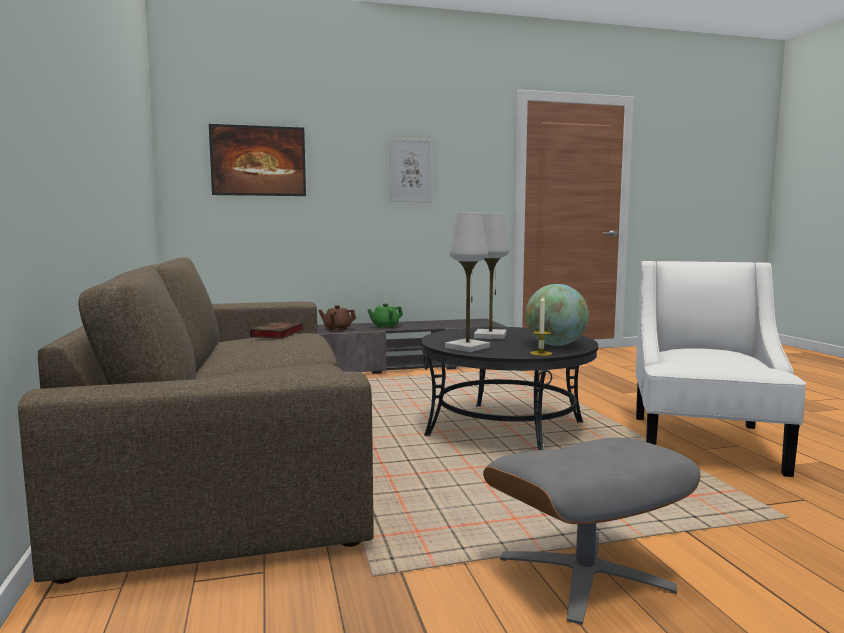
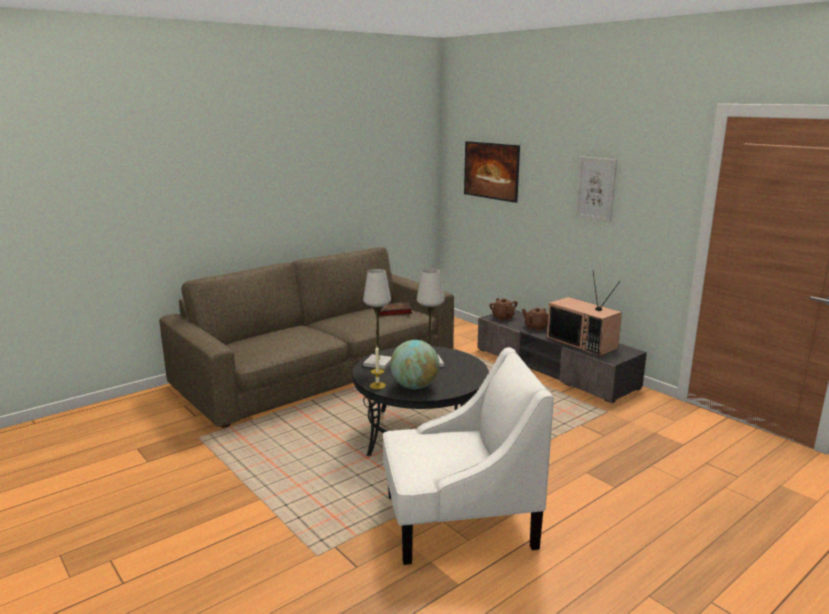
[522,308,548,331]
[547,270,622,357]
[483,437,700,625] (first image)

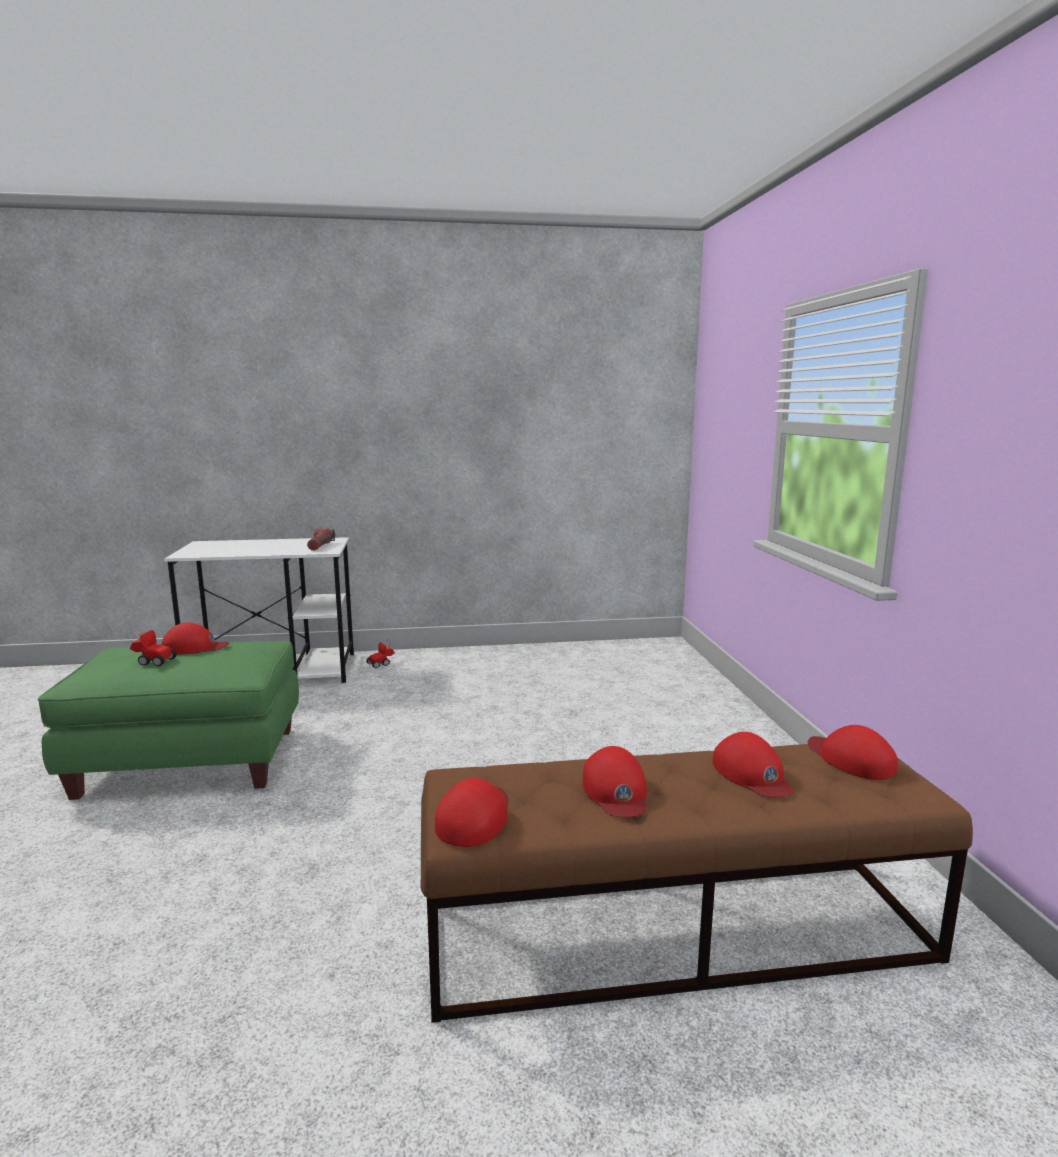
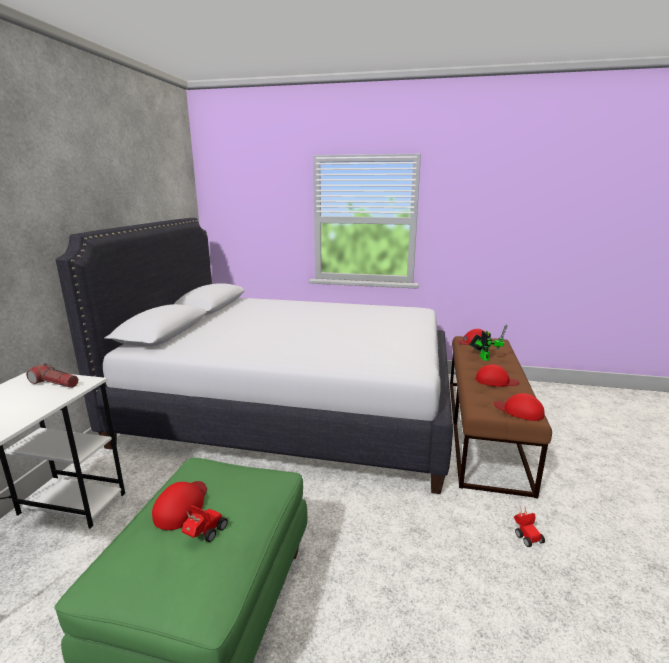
[56,218,453,494]
[469,324,507,361]
[514,507,545,547]

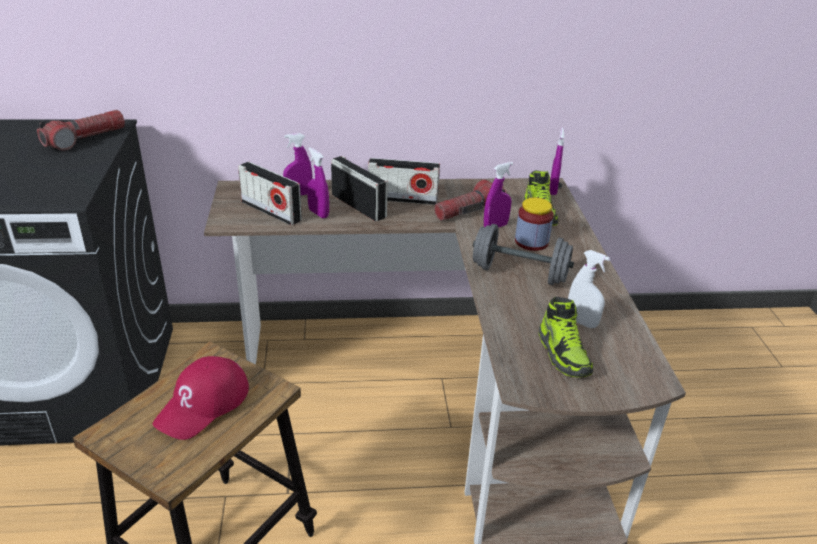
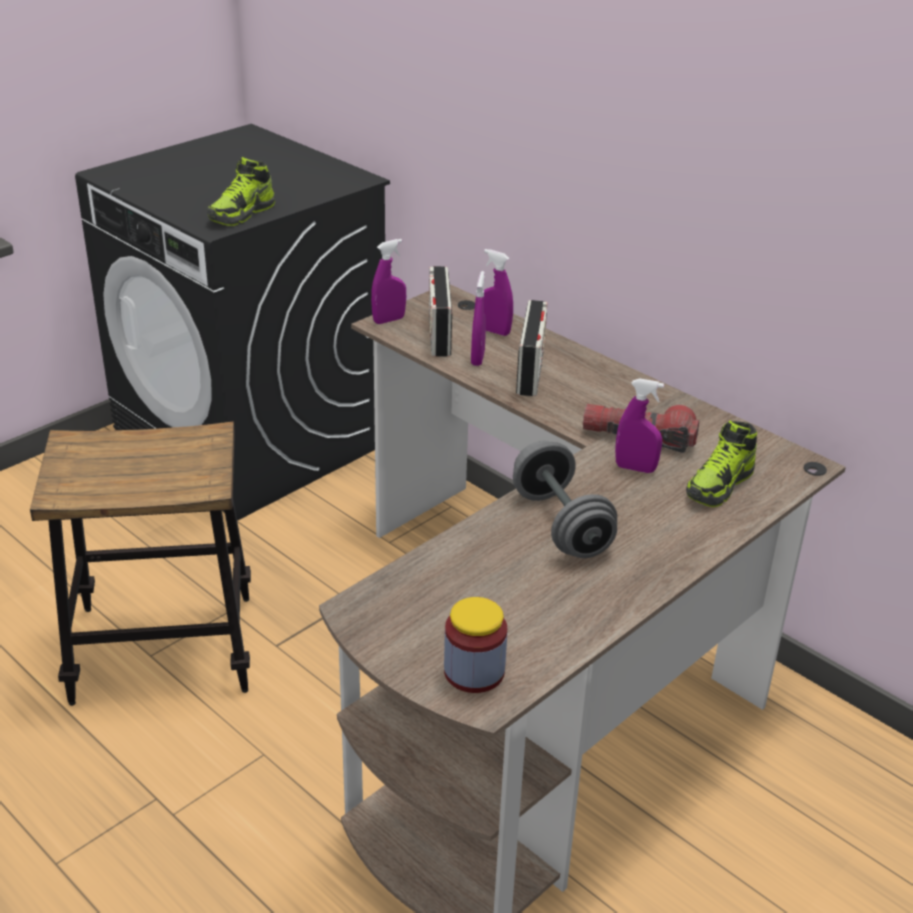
[207,157,275,226]
[371,239,406,324]
[444,597,507,693]
[37,110,125,151] (first image)
[153,356,249,440] (first image)
[368,158,440,205] (first image)
[568,250,610,328] (first image)

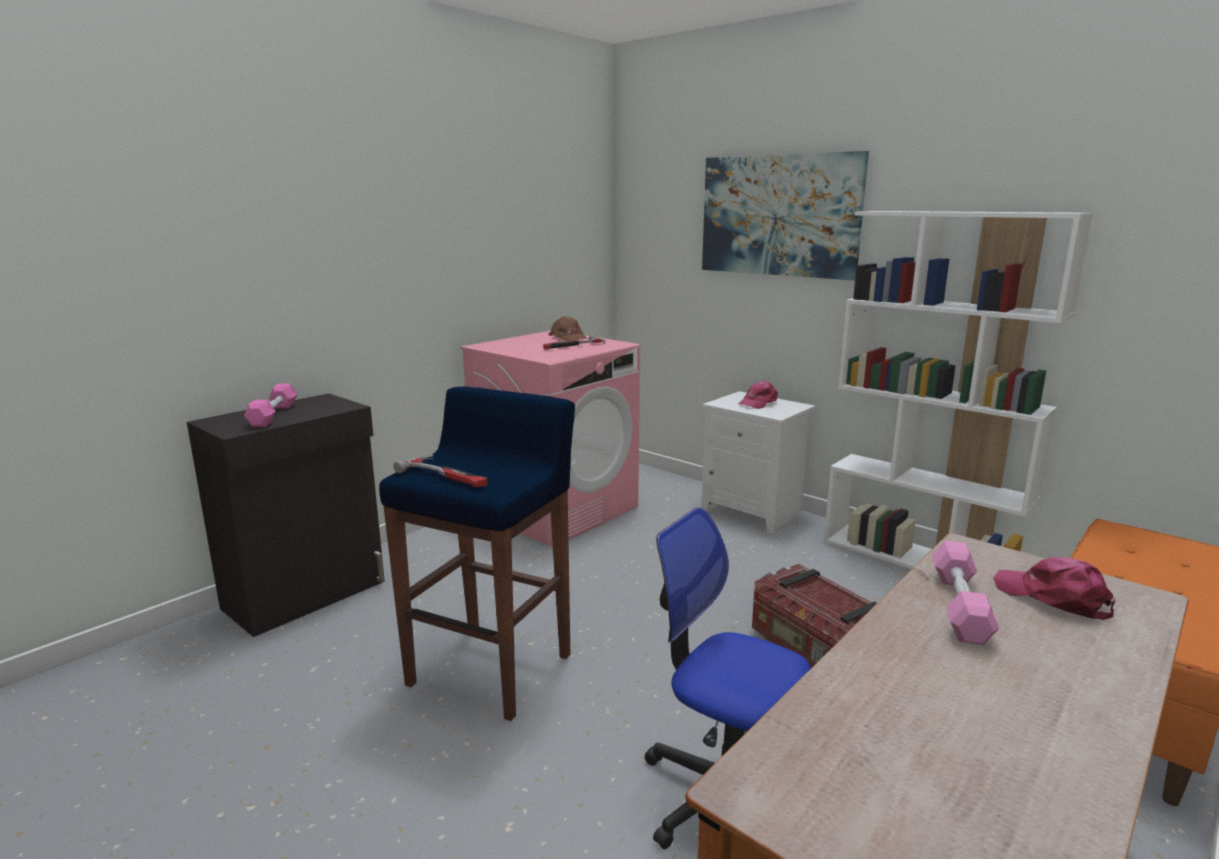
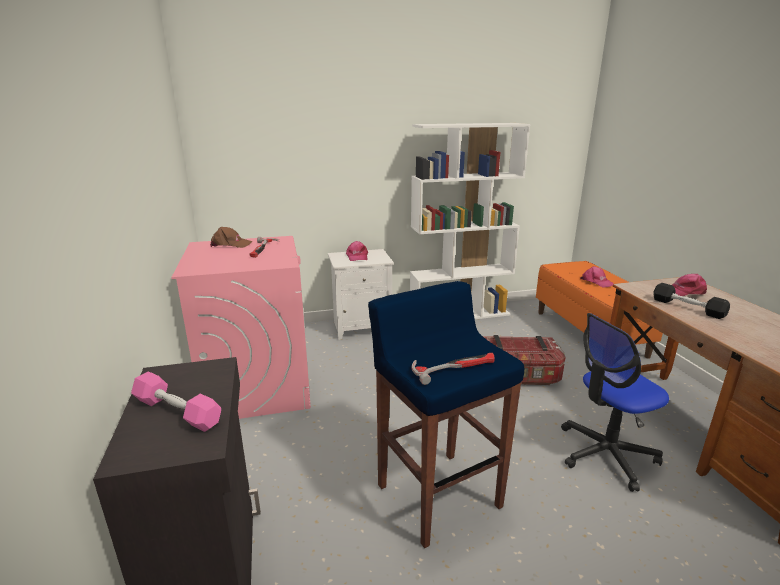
[580,266,614,288]
[653,283,730,319]
[702,151,869,280] (first image)

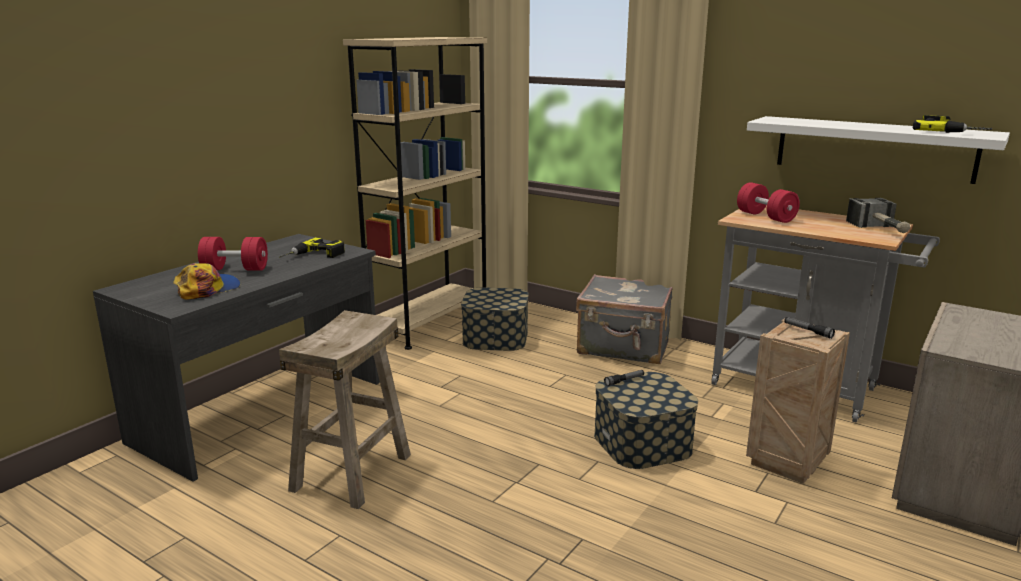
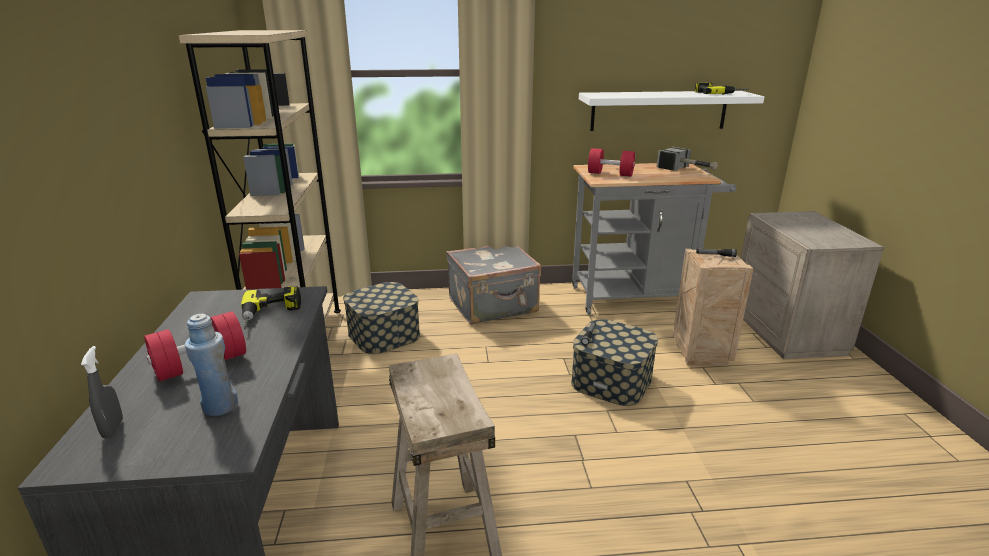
[81,346,123,439]
[185,314,238,416]

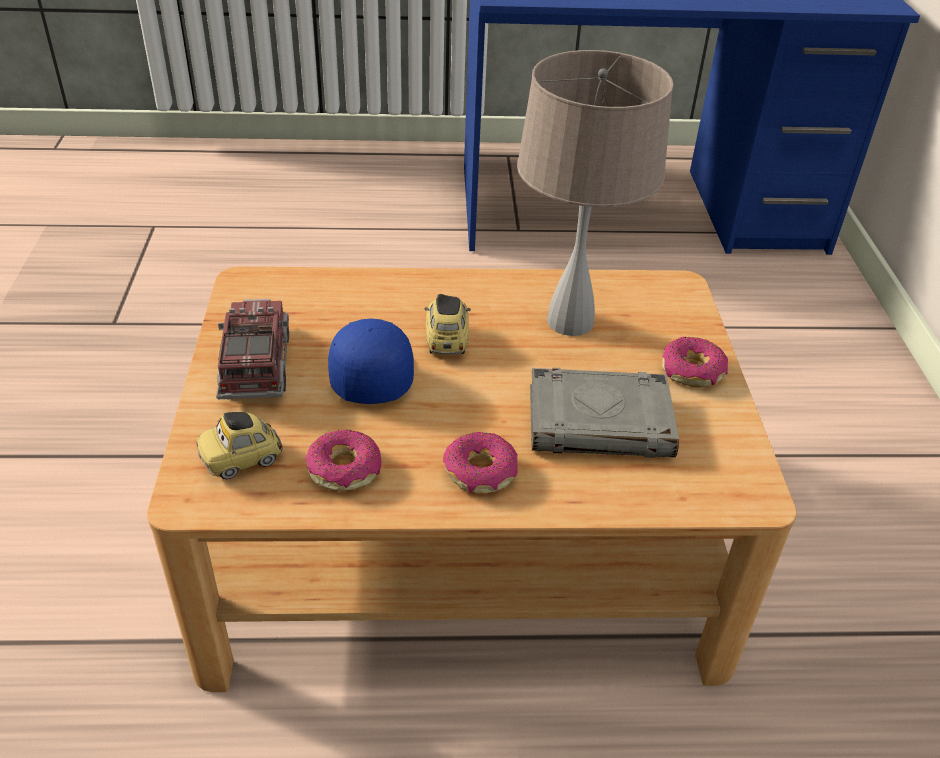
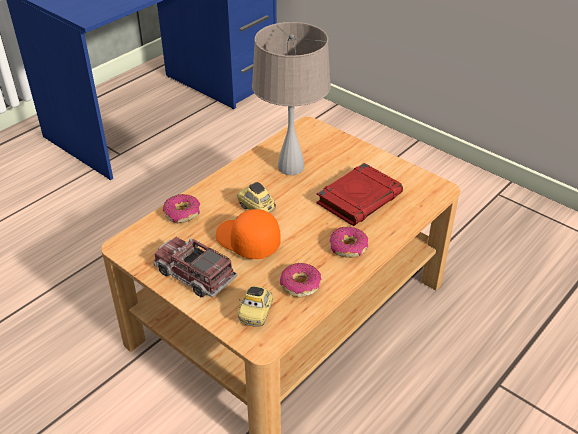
[163,194,200,223]
[216,209,281,259]
[316,163,403,226]

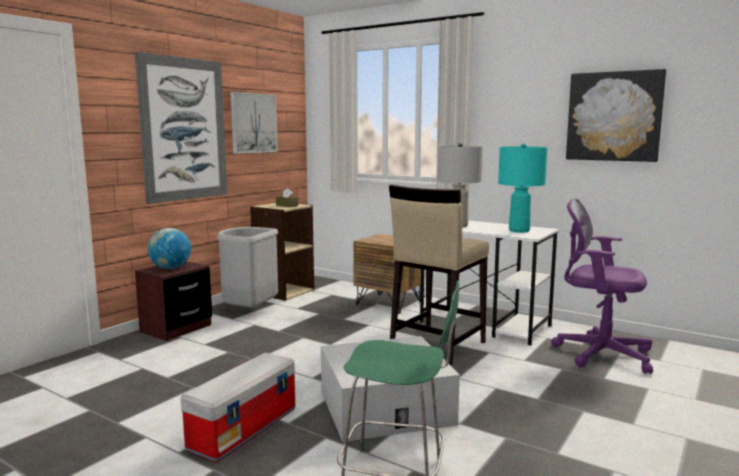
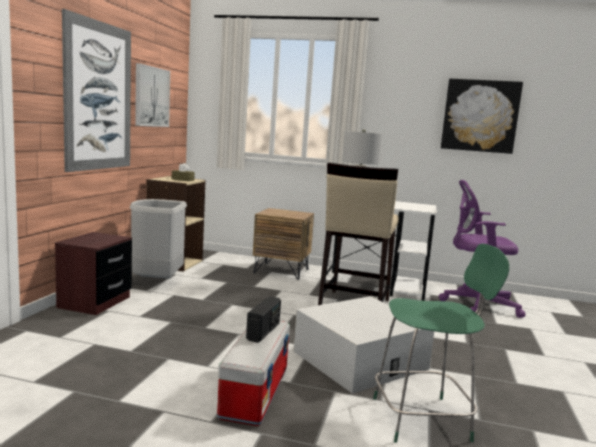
[246,296,281,343]
[148,228,191,269] (first image)
[498,144,548,233] (first image)

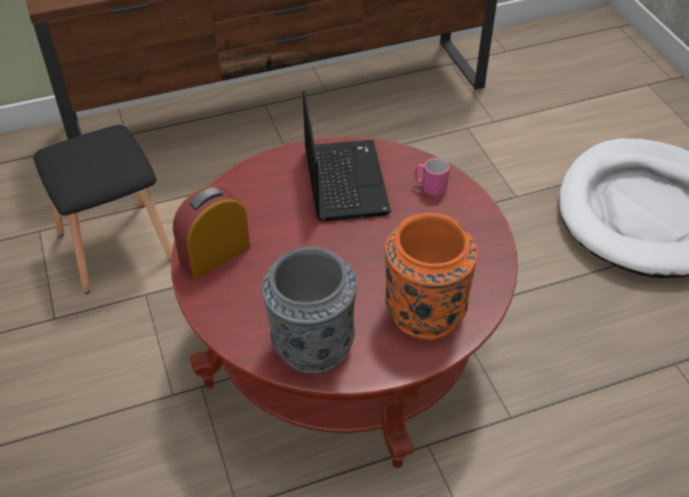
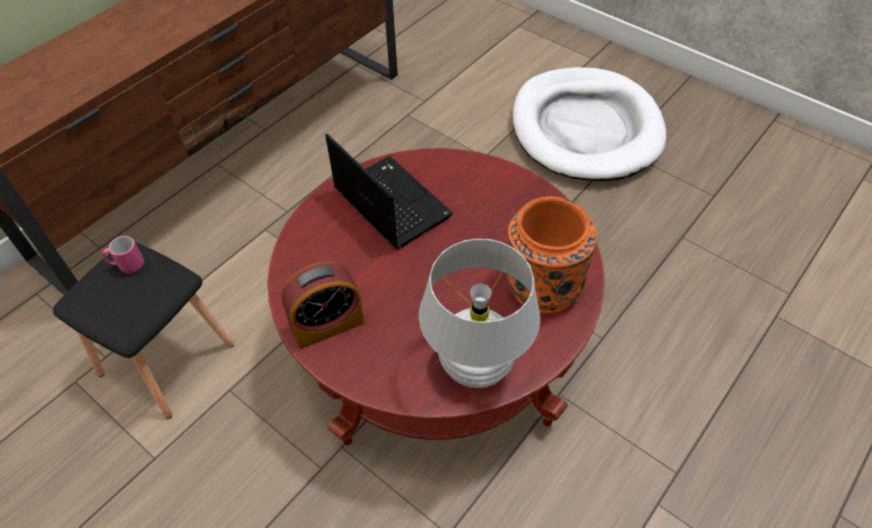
[102,236,144,273]
[281,262,365,349]
[419,239,540,388]

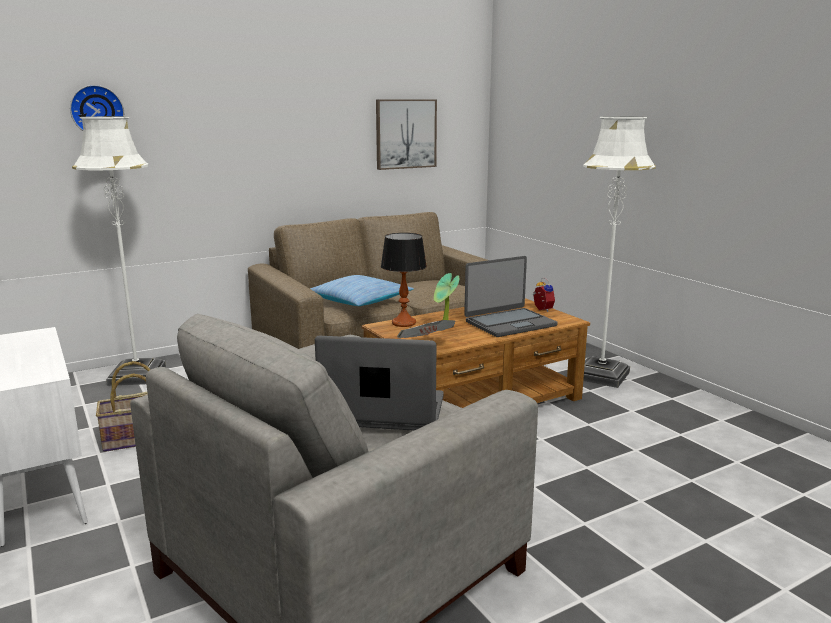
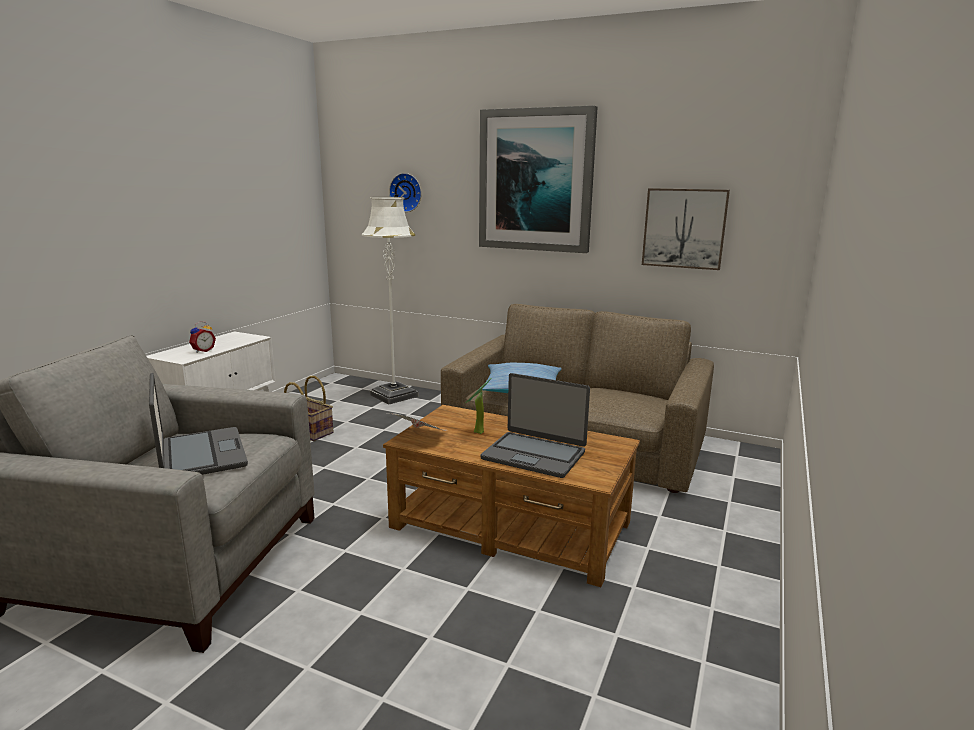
[189,321,216,353]
[479,106,597,253]
[381,233,427,327] (first image)
[583,116,656,388] (first image)

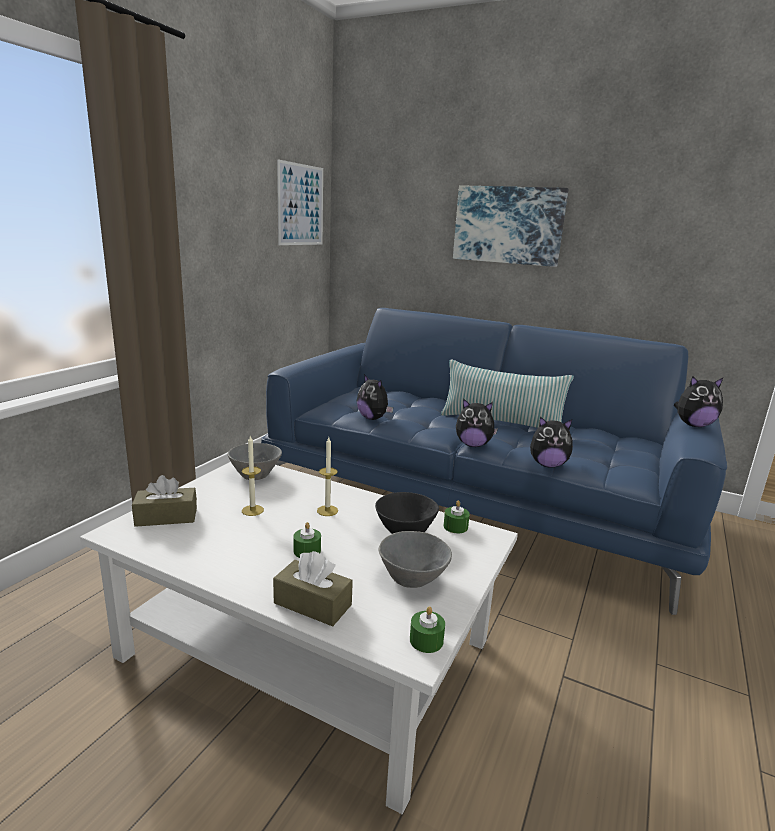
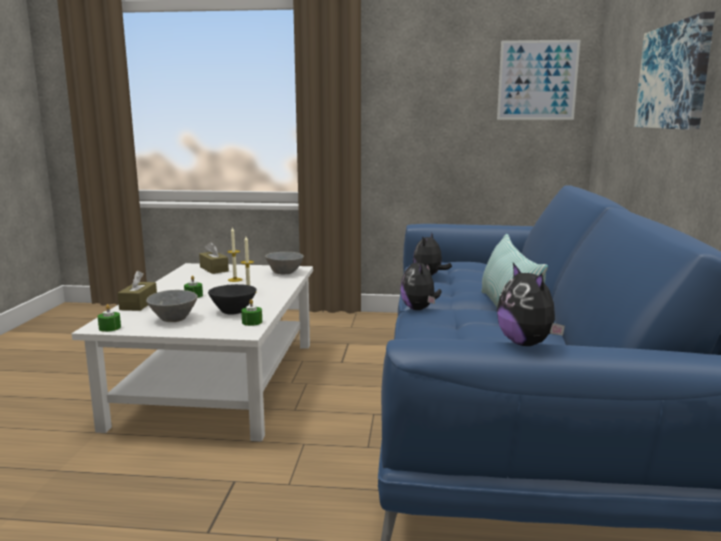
[530,416,573,468] (first image)

